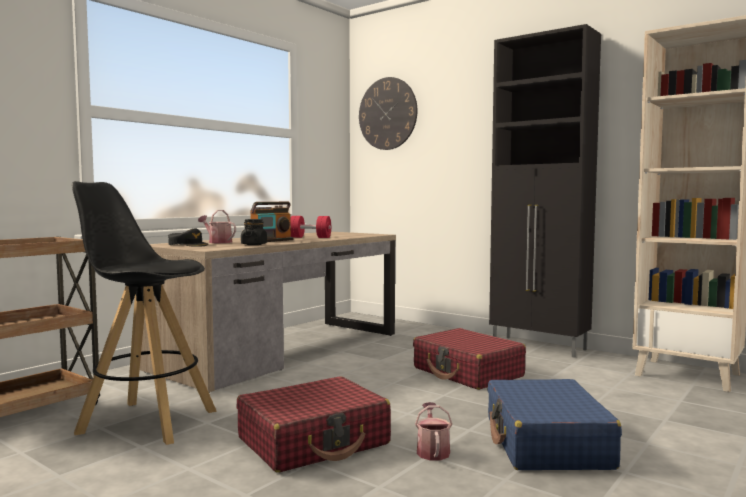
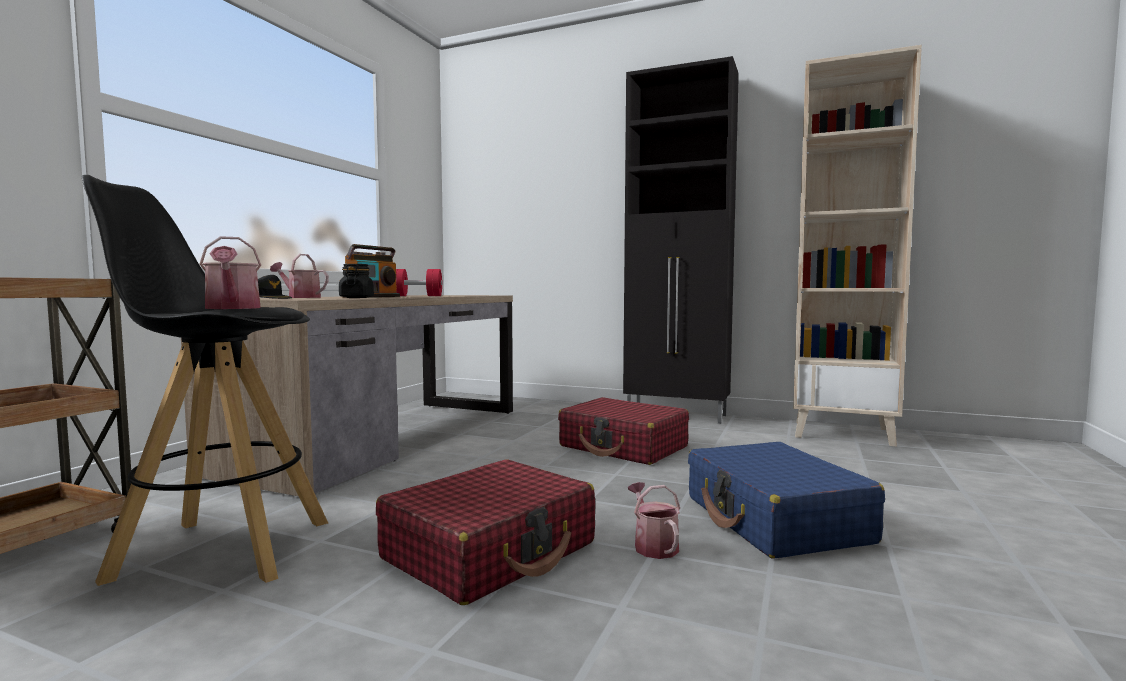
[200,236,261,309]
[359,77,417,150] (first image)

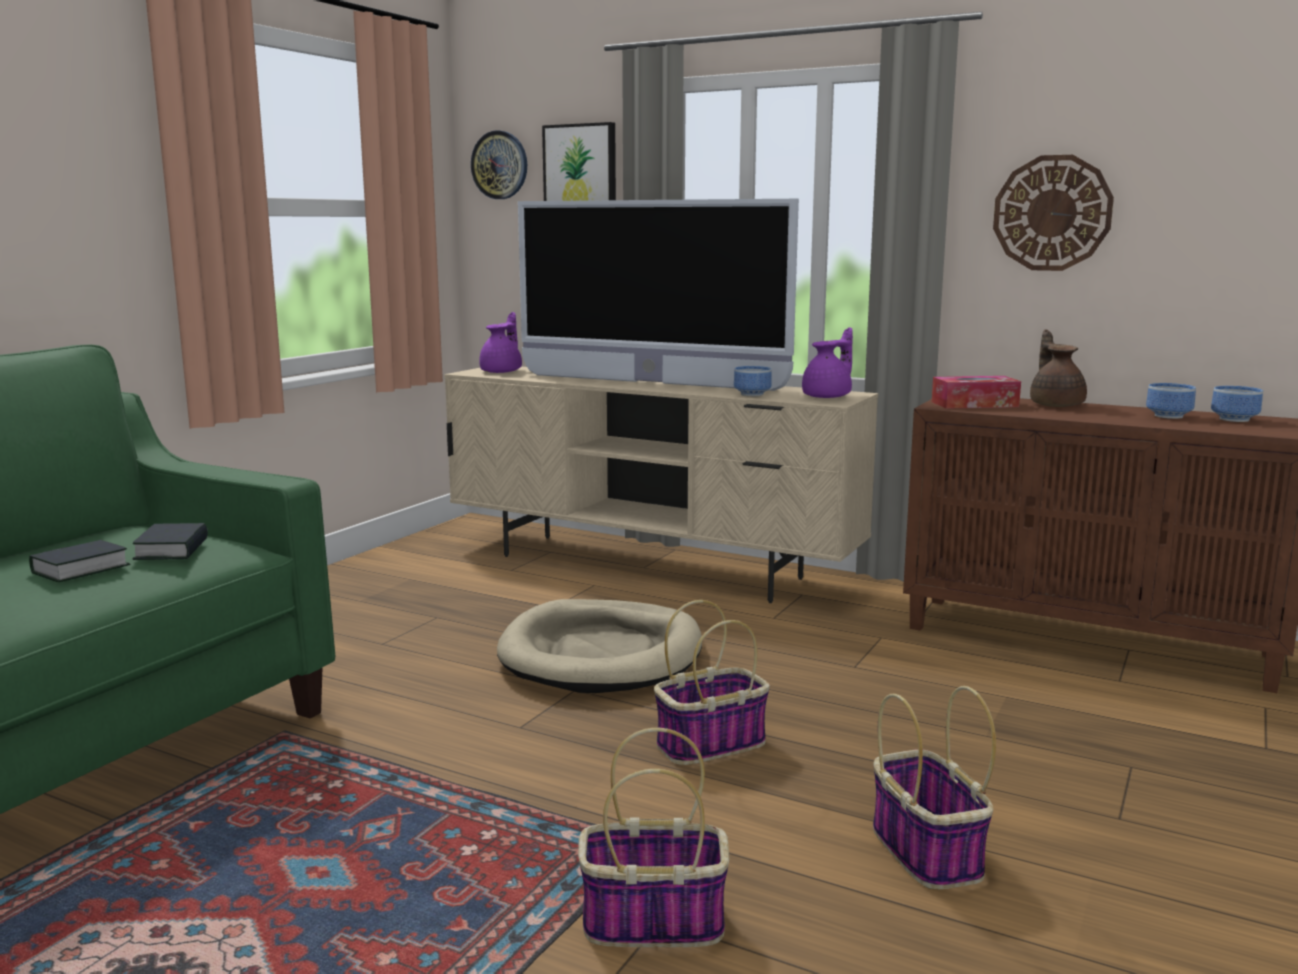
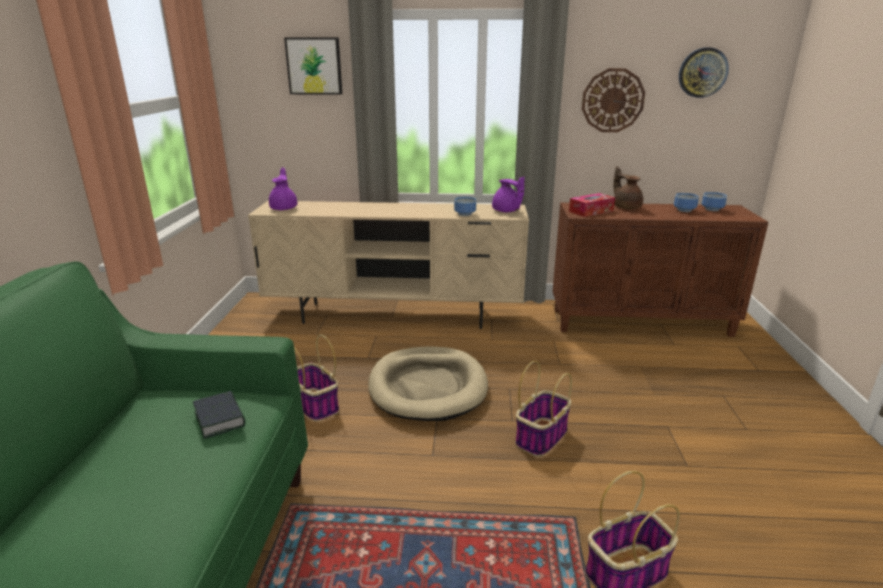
[294,334,339,421]
[492,177,525,212]
[679,47,729,98]
[29,540,130,582] (first image)
[518,199,799,391] (first image)

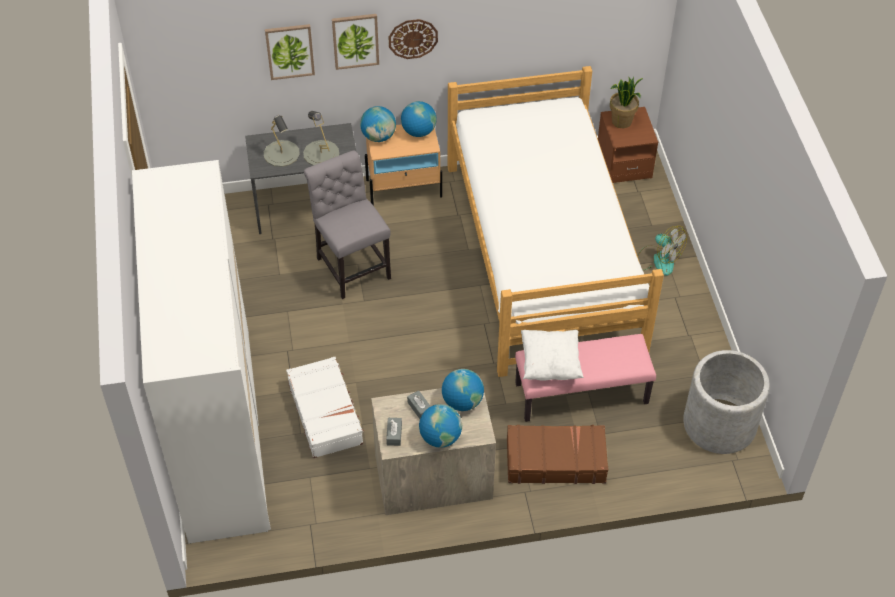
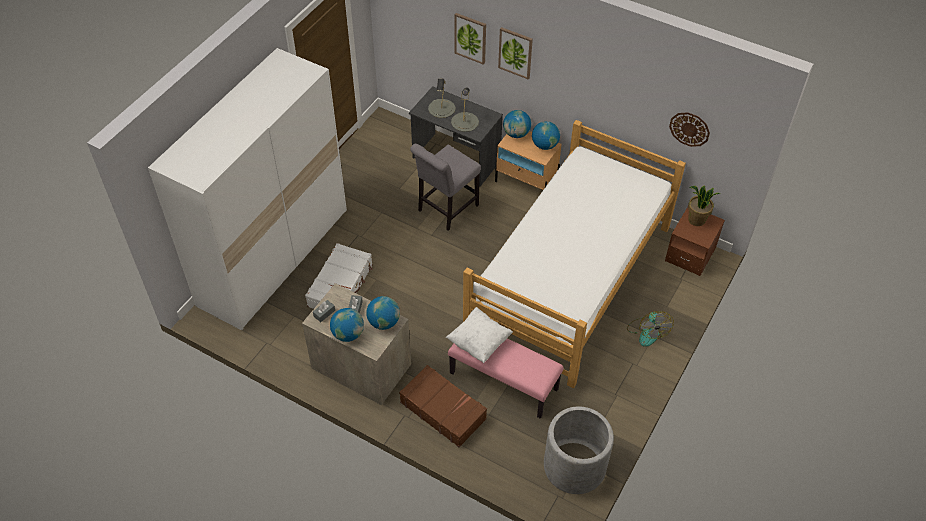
[410,144,481,231]
[669,112,710,147]

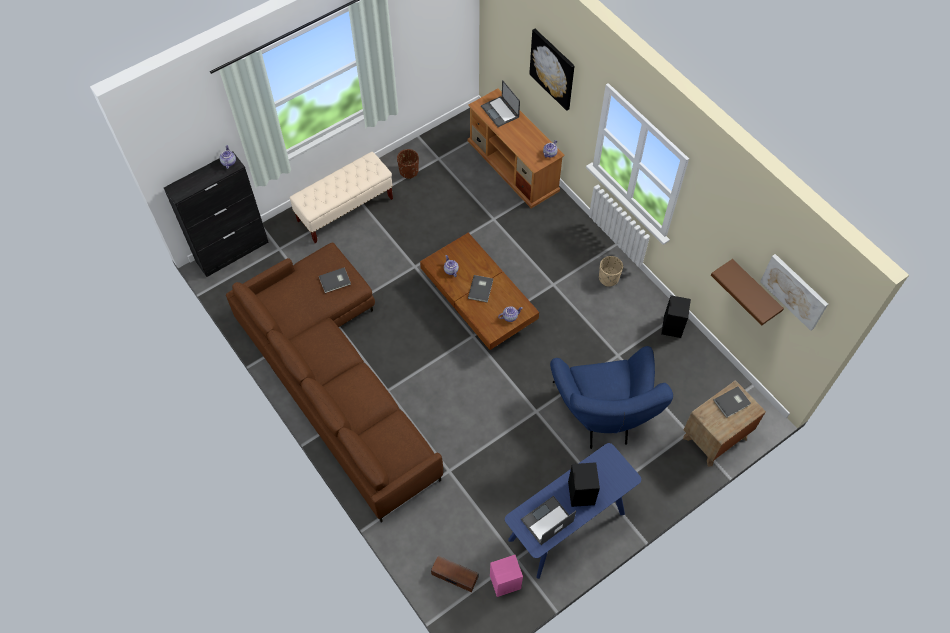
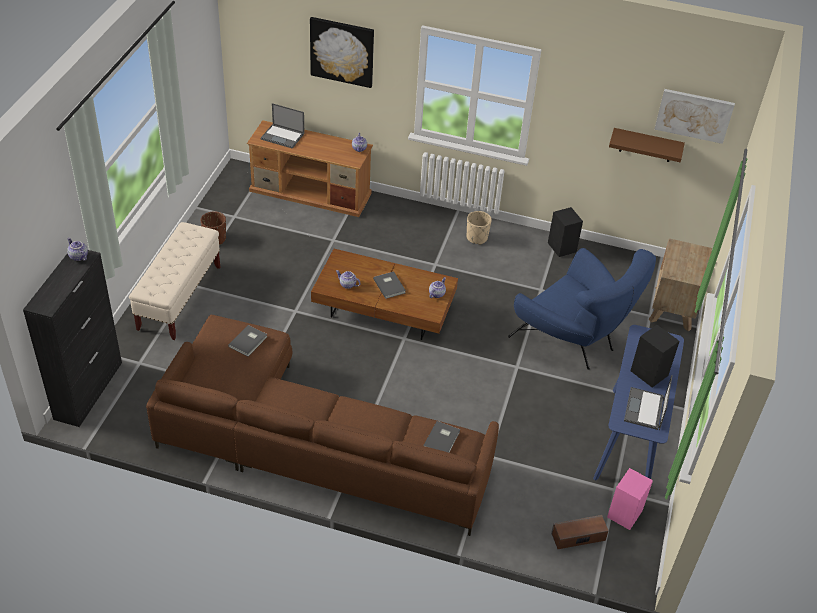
[423,421,460,452]

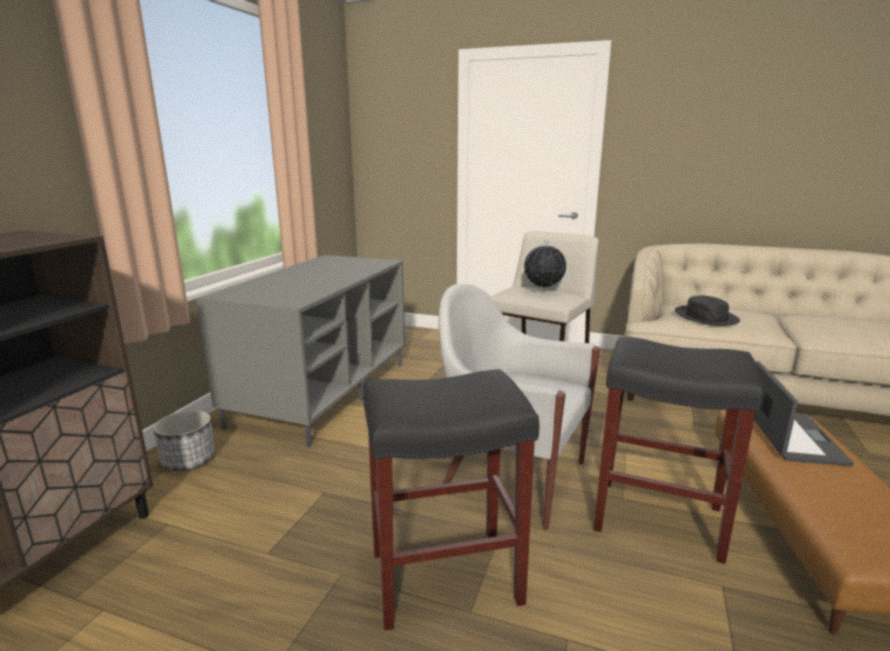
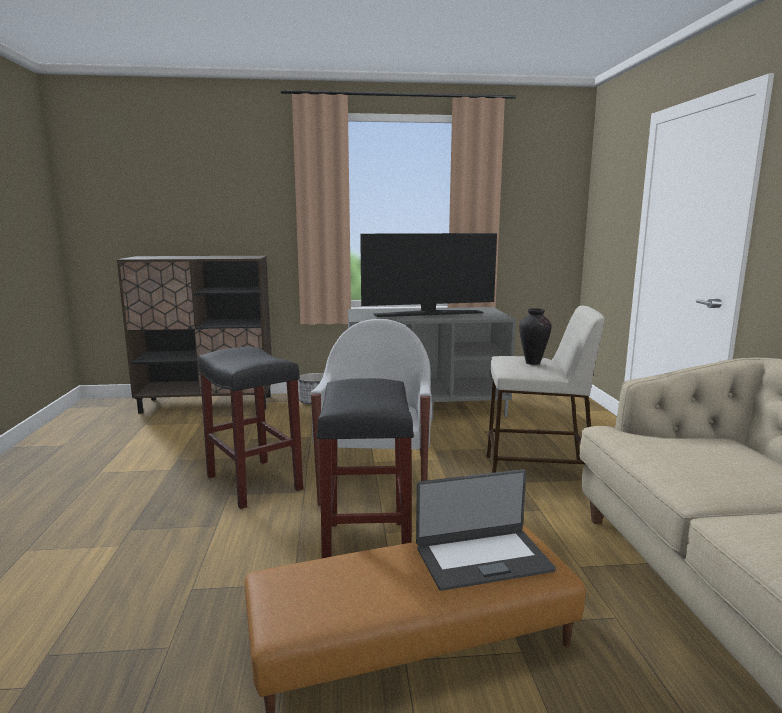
[360,233,497,317]
[519,308,552,365]
[674,295,740,326] (first image)

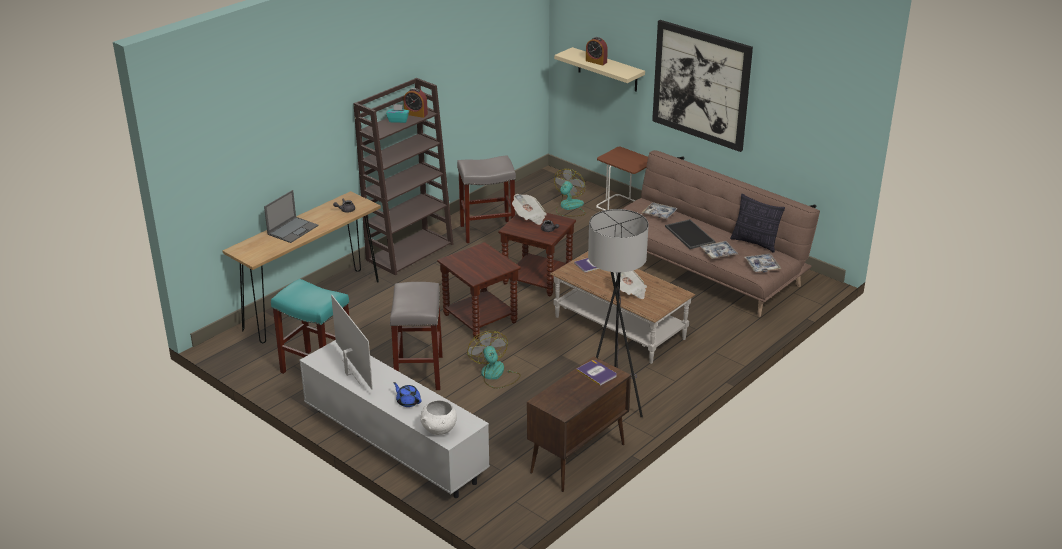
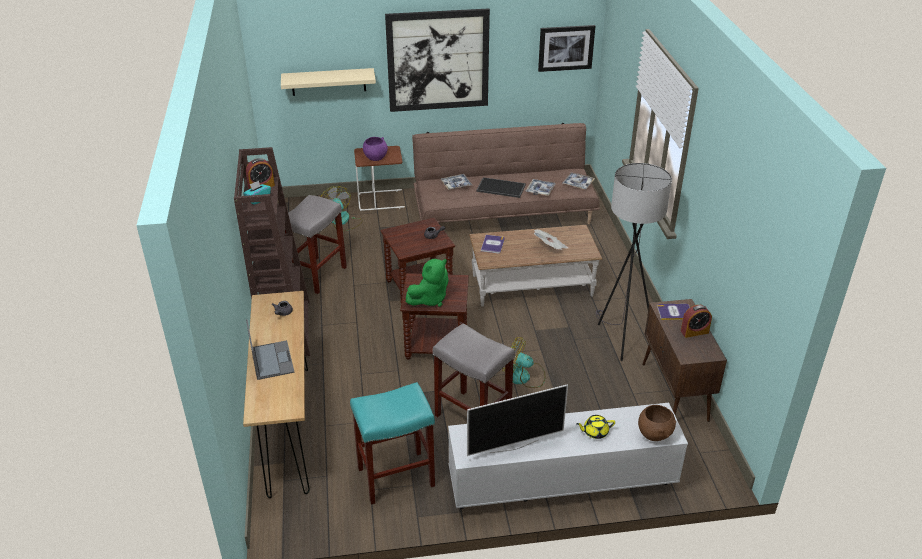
[363,137,388,161]
[406,259,449,307]
[467,384,568,456]
[538,25,595,72]
[576,415,615,439]
[638,405,676,441]
[681,305,712,338]
[512,194,547,225] (first image)
[730,194,785,253] (first image)

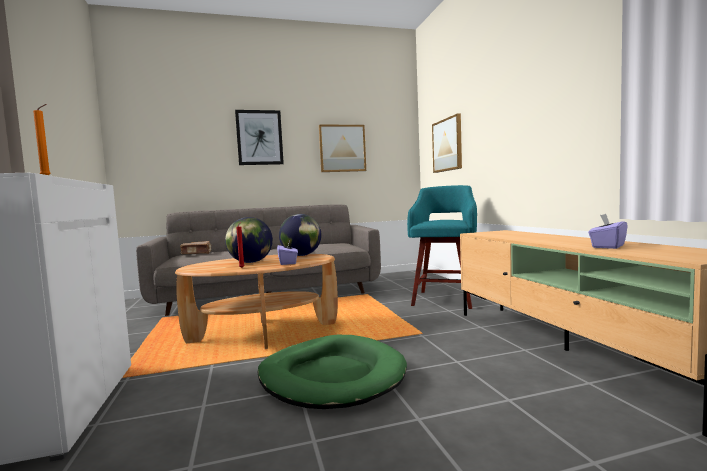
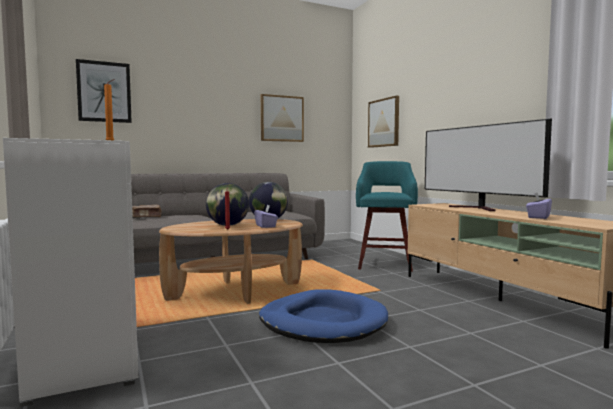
[76,59,132,123]
[259,289,388,343]
[425,118,552,211]

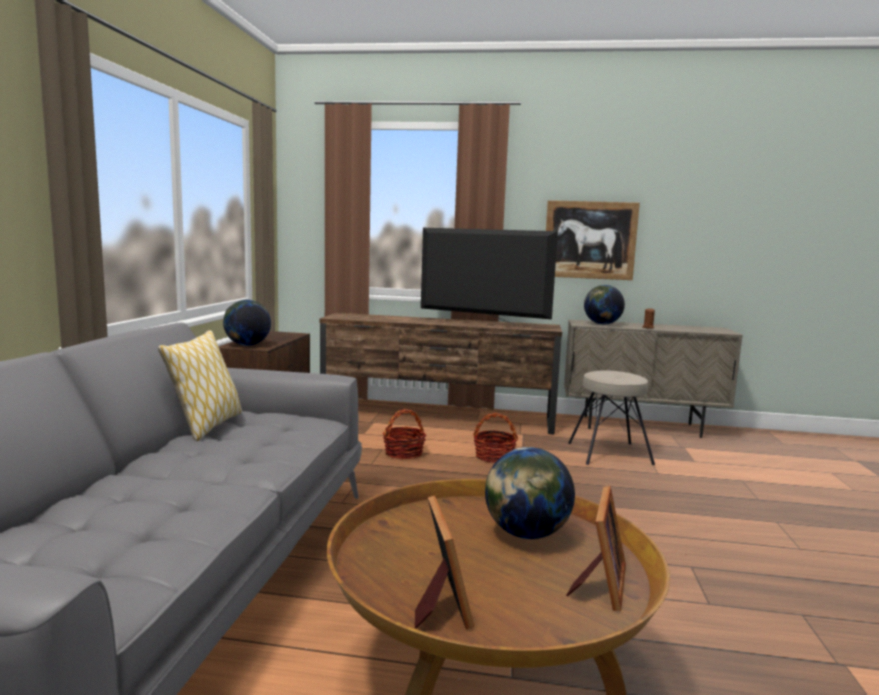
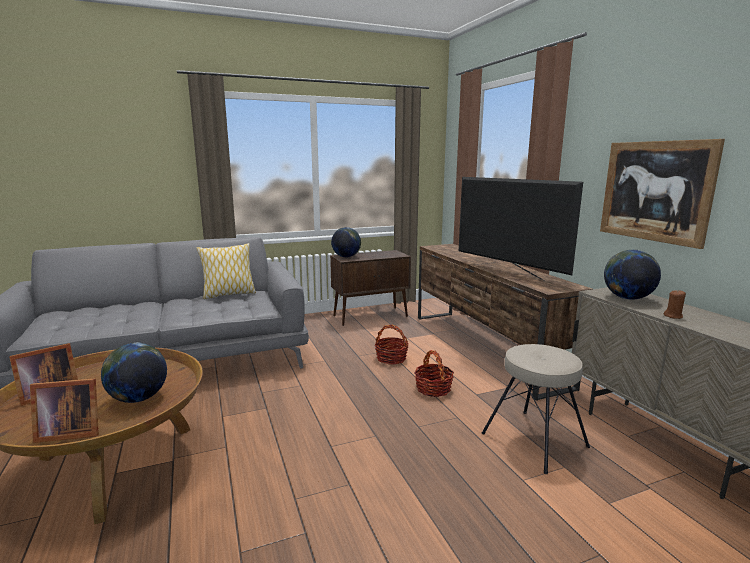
[459,177,583,281]

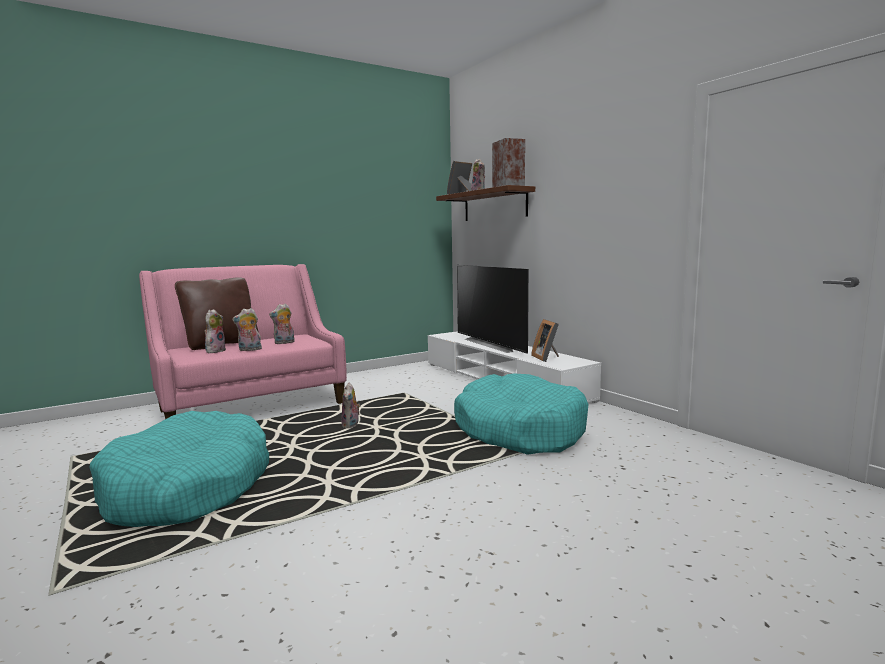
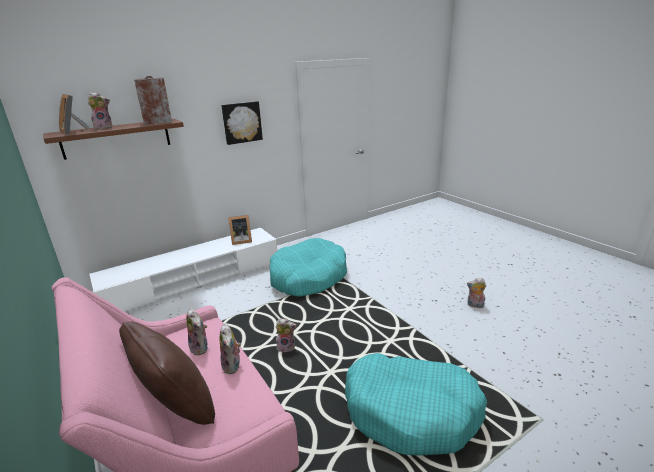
[221,101,263,145]
[467,278,486,308]
[457,265,529,354] (first image)

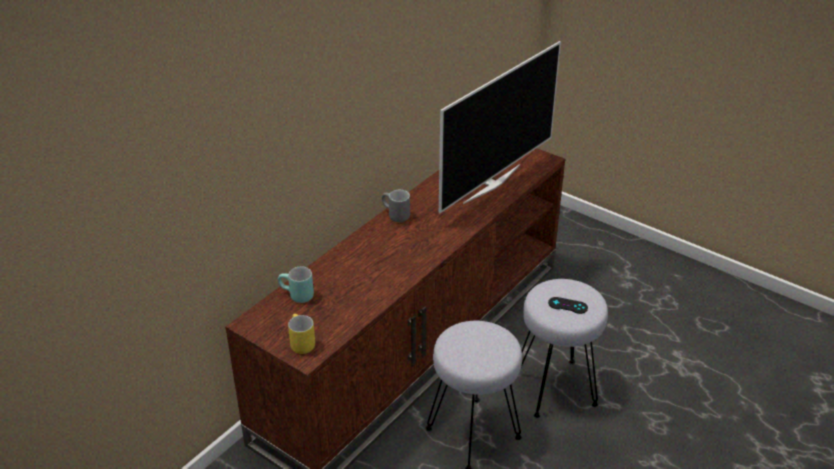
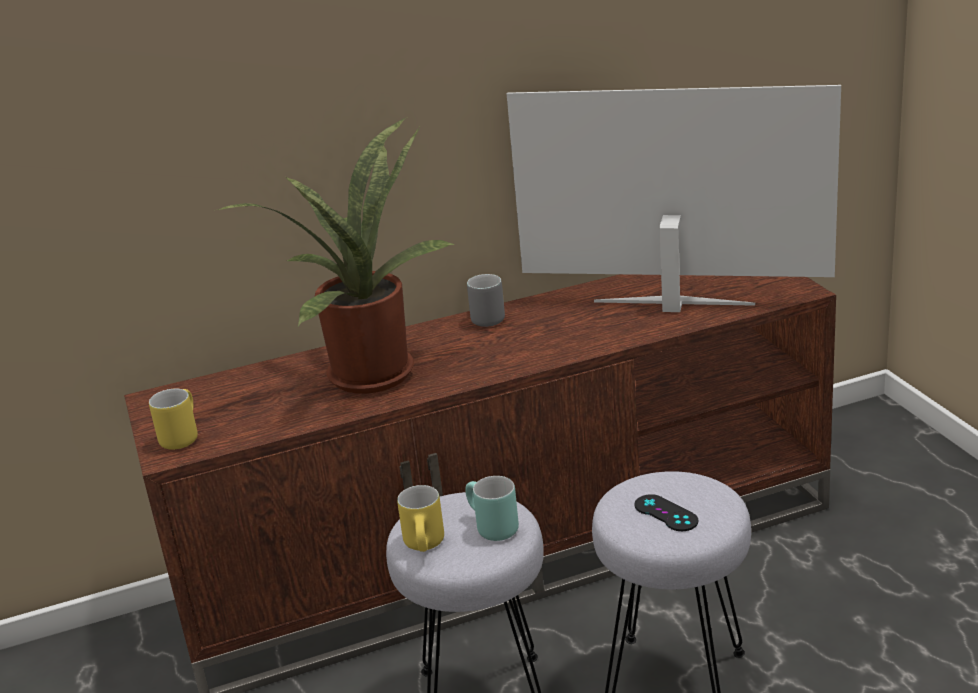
[218,118,457,394]
[397,485,444,552]
[465,476,519,541]
[506,85,841,312]

